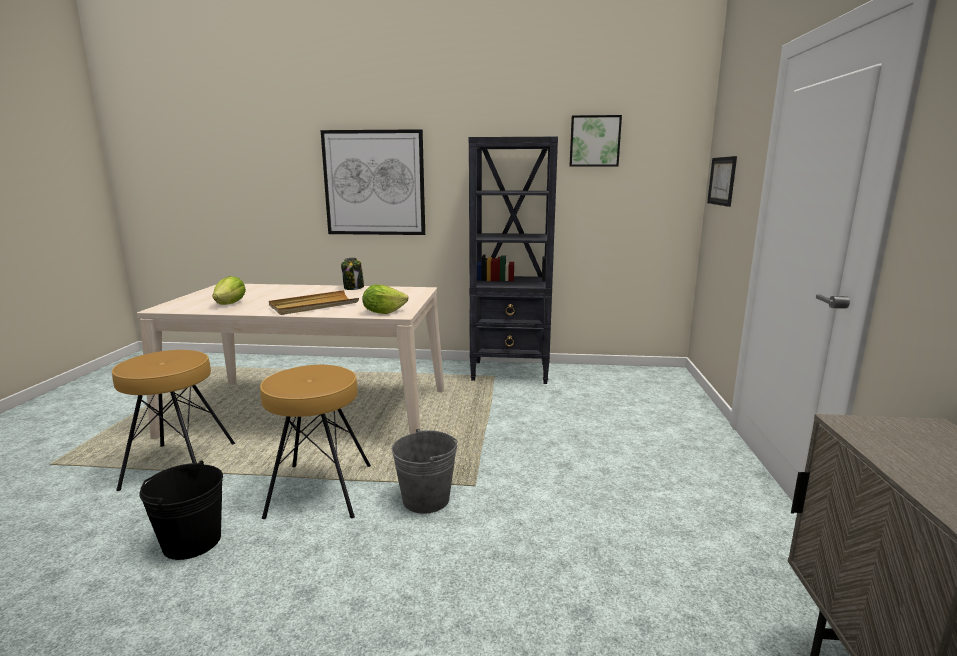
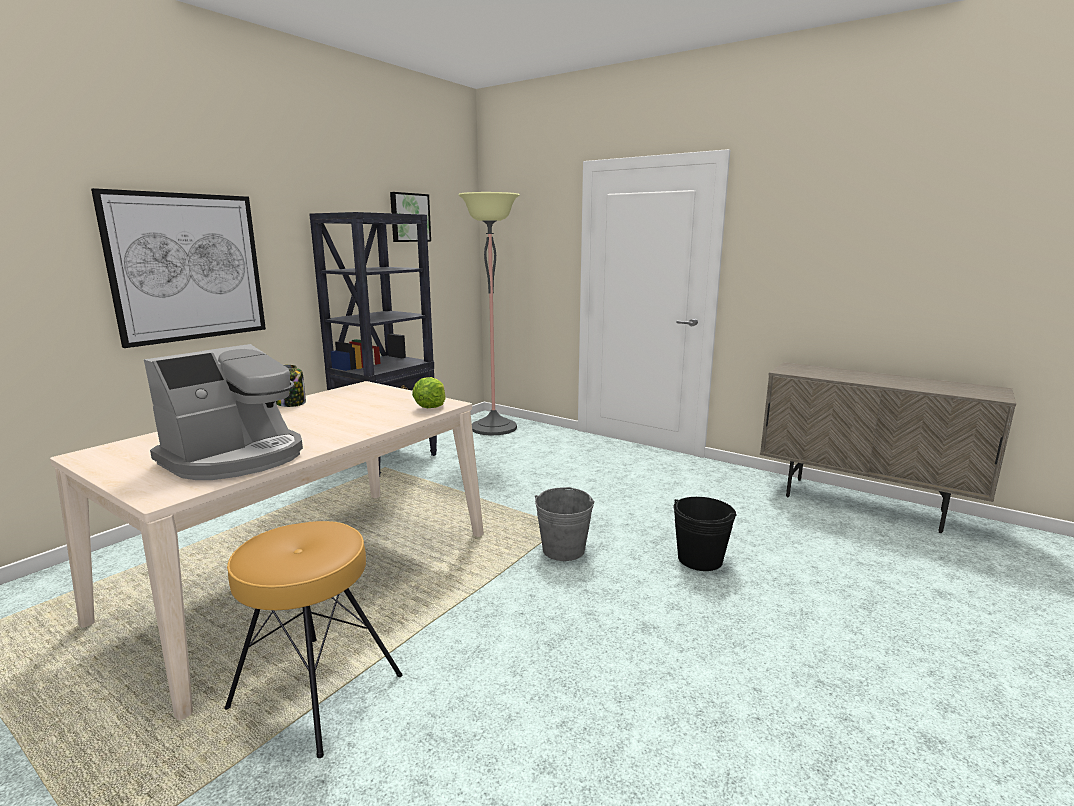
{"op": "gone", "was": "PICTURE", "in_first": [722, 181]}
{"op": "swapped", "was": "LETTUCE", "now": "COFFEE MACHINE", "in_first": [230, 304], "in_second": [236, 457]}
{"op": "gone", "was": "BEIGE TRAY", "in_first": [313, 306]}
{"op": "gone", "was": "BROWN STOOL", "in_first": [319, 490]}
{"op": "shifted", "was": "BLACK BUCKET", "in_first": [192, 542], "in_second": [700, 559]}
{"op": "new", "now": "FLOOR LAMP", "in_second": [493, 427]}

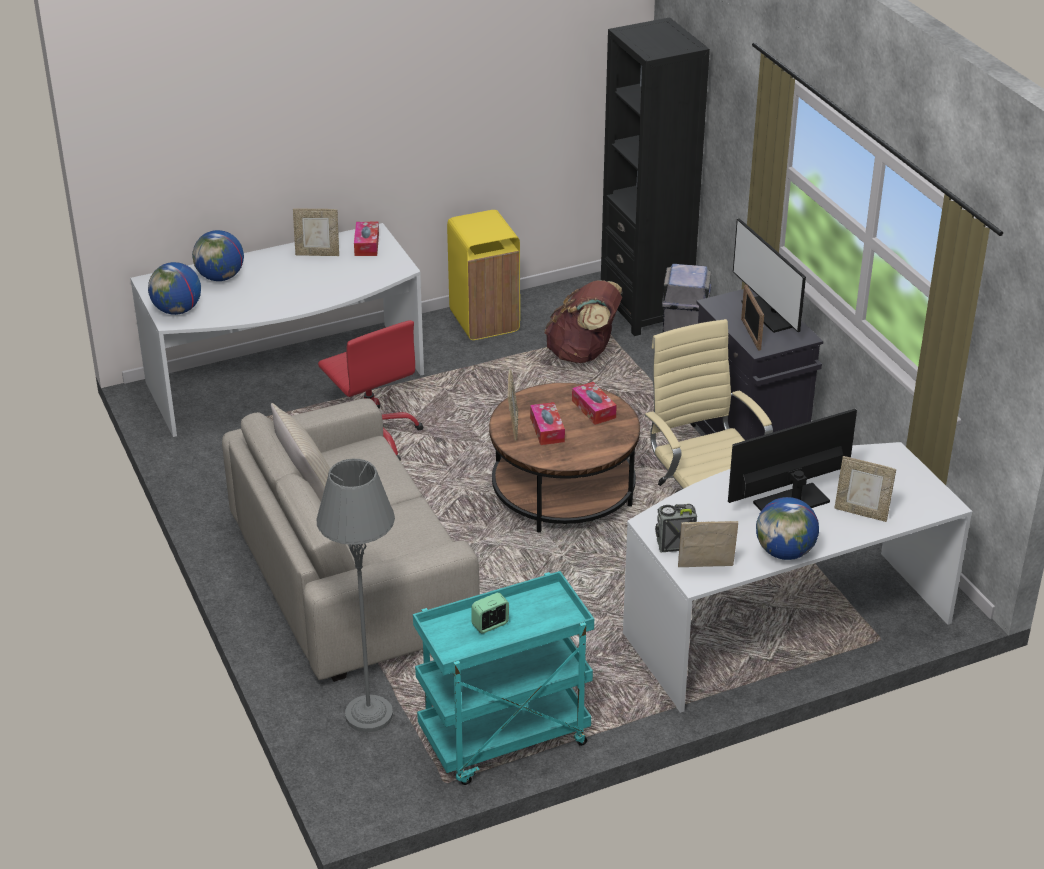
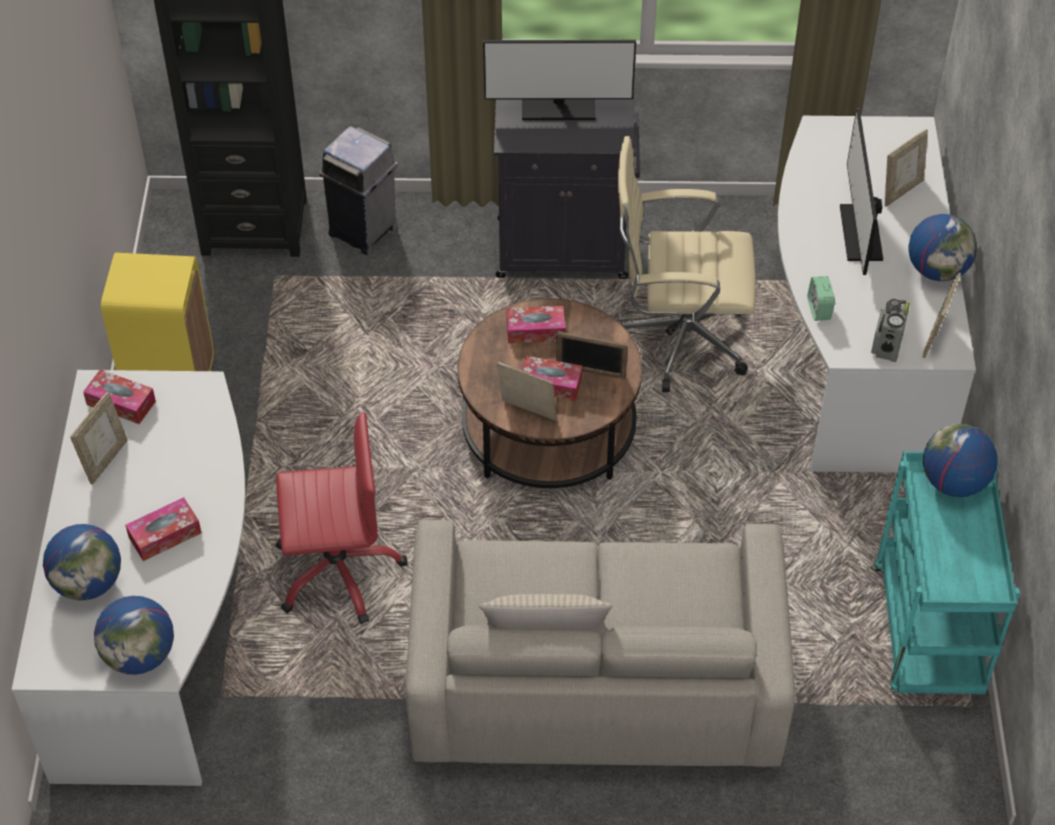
{"op": "gone", "was": "BROWN BACKPACK", "in_first": [583, 353]}
{"op": "shifted", "was": "PICTURE FRAME", "in_first": [750, 334], "in_second": [590, 372]}
{"op": "gone", "was": "GREY FLOOR LAMP", "in_first": [368, 715]}
{"op": "shifted", "was": "ALARM CLOCK", "in_first": [490, 625], "in_second": [819, 309]}
{"op": "new", "now": "GLOBE", "in_second": [953, 482]}
{"op": "new", "now": "TISSUE BOX", "in_second": [165, 535]}

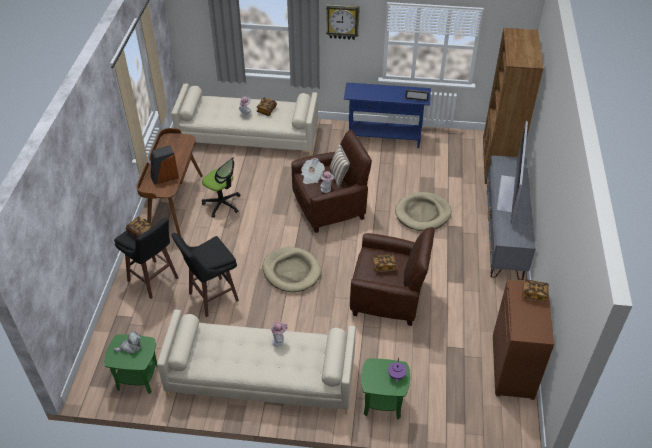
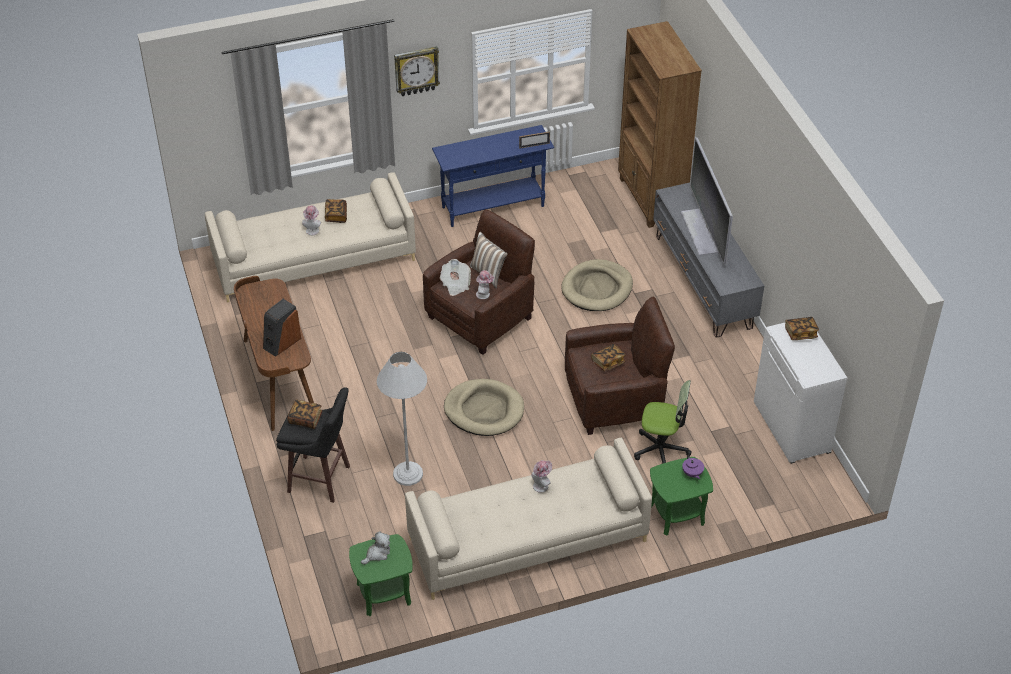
{"op": "shifted", "was": "OFFICE CHAIR", "in_first": [222, 204], "in_second": [661, 449]}
{"op": "swapped", "was": "BLACK STOOL", "now": "WHITE FLOOR LAMP", "in_first": [212, 297], "in_second": [408, 474]}
{"op": "repainted", "was": "BROWN CABINET", "now": "WHITE CABINET", "in_first": [513, 367], "in_second": [792, 427]}

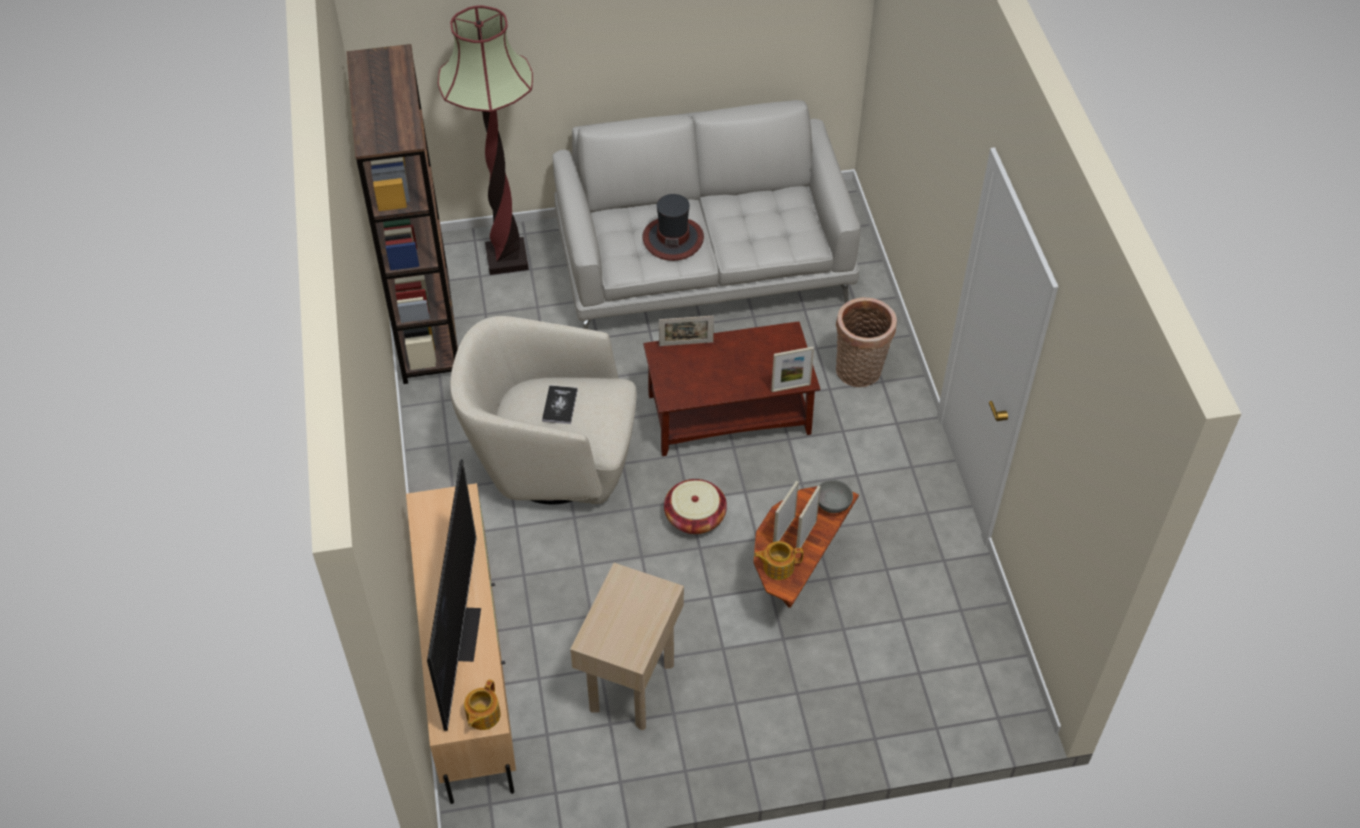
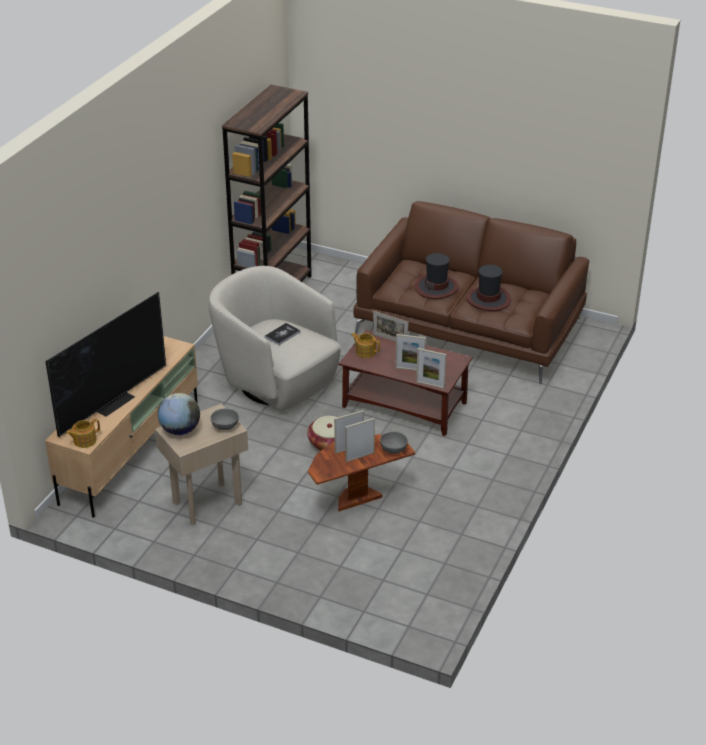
{"op": "gone", "was": "FLOOR LAMP", "in_first": [507, 258]}
{"op": "repainted", "was": "GREY SOFA", "now": "BROWN SOFA", "in_first": [703, 263], "in_second": [470, 328]}
{"op": "gone", "was": "BASKET", "in_first": [859, 373]}
{"op": "shifted", "was": "TEAPOT", "in_first": [777, 566], "in_second": [365, 352]}
{"op": "new", "now": "HAT", "in_second": [488, 299]}
{"op": "new", "now": "PICTURE FRAME", "in_second": [409, 369]}
{"op": "new", "now": "GLOBE", "in_second": [180, 430]}
{"op": "new", "now": "GREY BOWL", "in_second": [224, 427]}

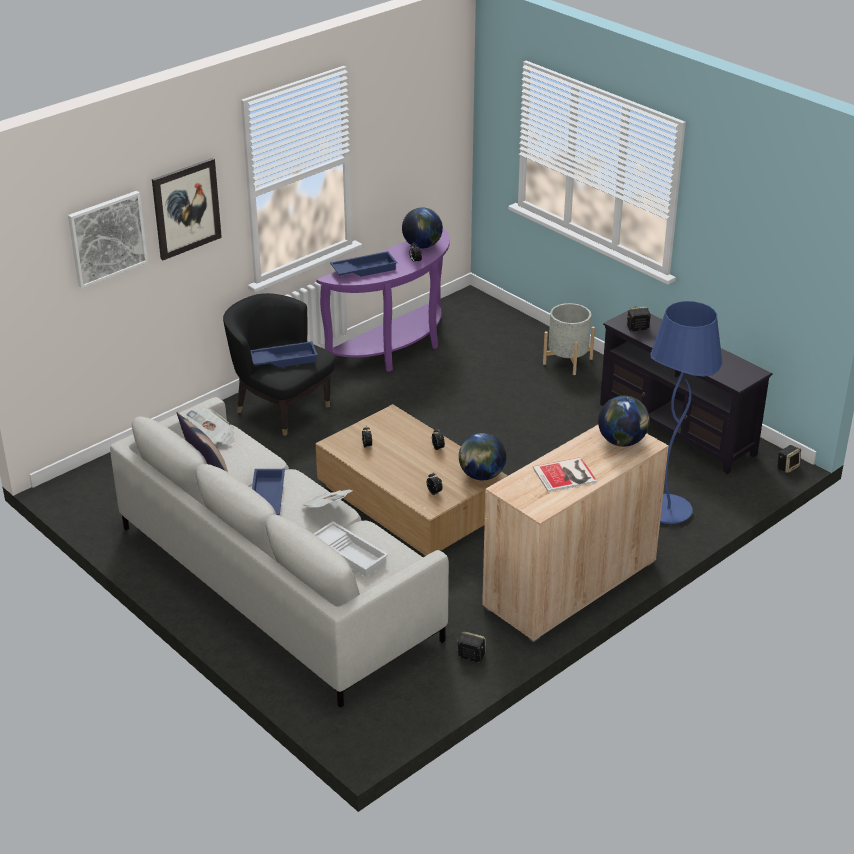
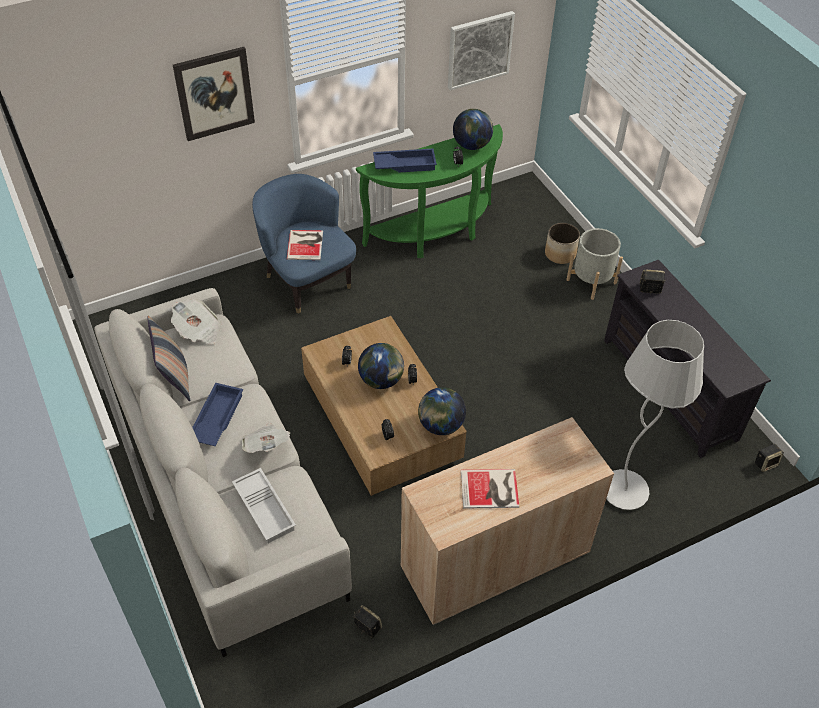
{"op": "shifted", "was": "PICTURE", "in_first": [107, 238], "in_second": [479, 49]}
{"op": "repainted", "was": "PURPLE CONSOLE TABLE", "now": "GREEN CONSOLE TABLE", "in_first": [396, 350], "in_second": [435, 234]}
{"op": "repainted", "was": "BLACK ARMCHAIR", "now": "BLUE ARMCHAIR", "in_first": [281, 408], "in_second": [307, 280]}
{"op": "repainted", "was": "BLUE FLOOR LAMP", "now": "WHITE FLOOR LAMP", "in_first": [668, 511], "in_second": [625, 491]}
{"op": "swapped", "was": "BLUE TRAY", "now": "BOOK", "in_first": [284, 359], "in_second": [306, 244]}
{"op": "shifted", "was": "GLOBE", "in_first": [622, 441], "in_second": [381, 380]}
{"op": "new", "now": "PLANTER", "in_second": [560, 254]}

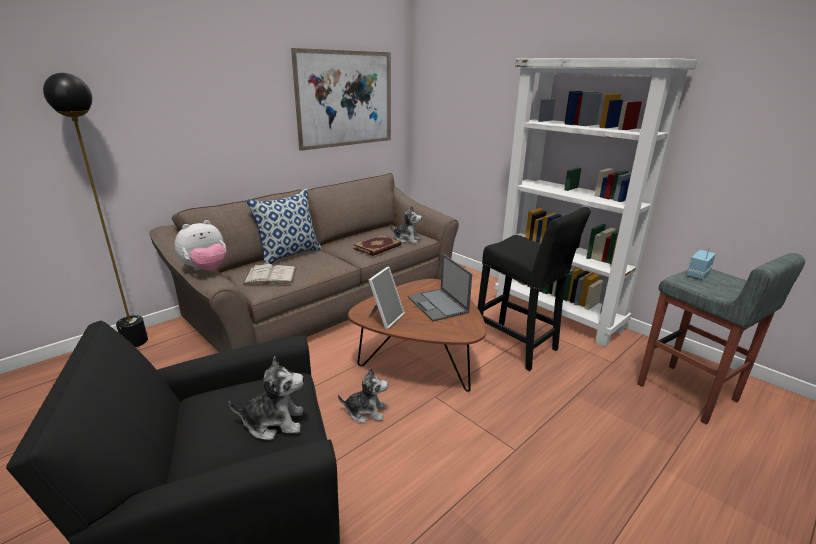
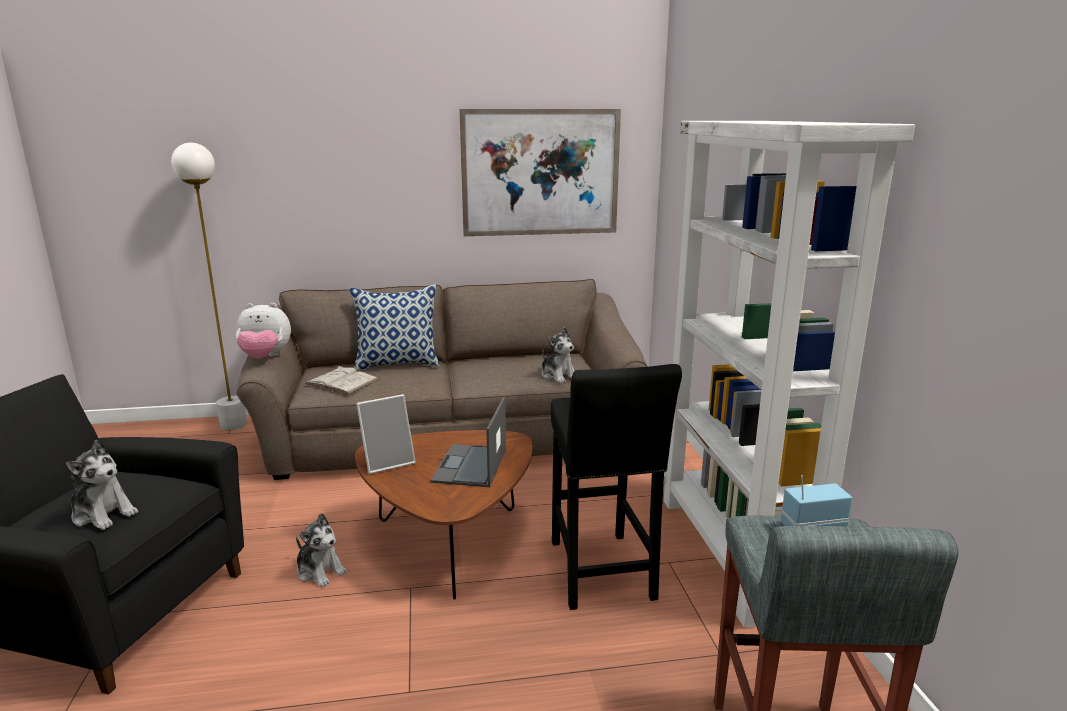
{"op": "repainted", "was": "BLACK FLOOR LAMP", "now": "WHITE FLOOR LAMP", "in_first": [135, 341], "in_second": [233, 424]}
{"op": "gone", "was": "BOOK", "in_first": [377, 247]}

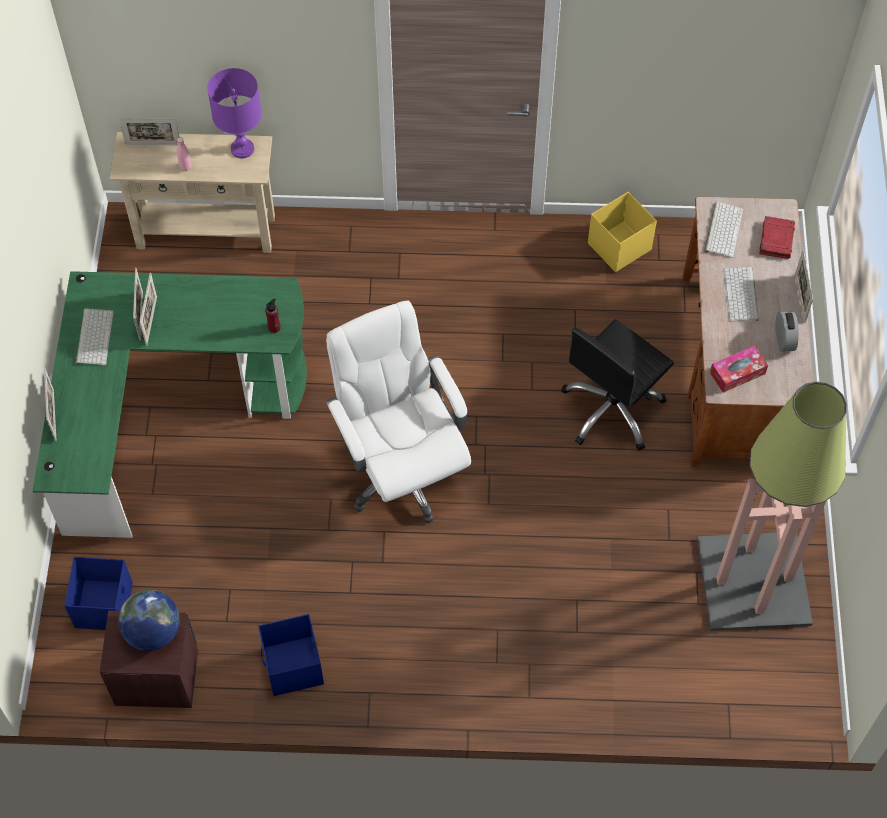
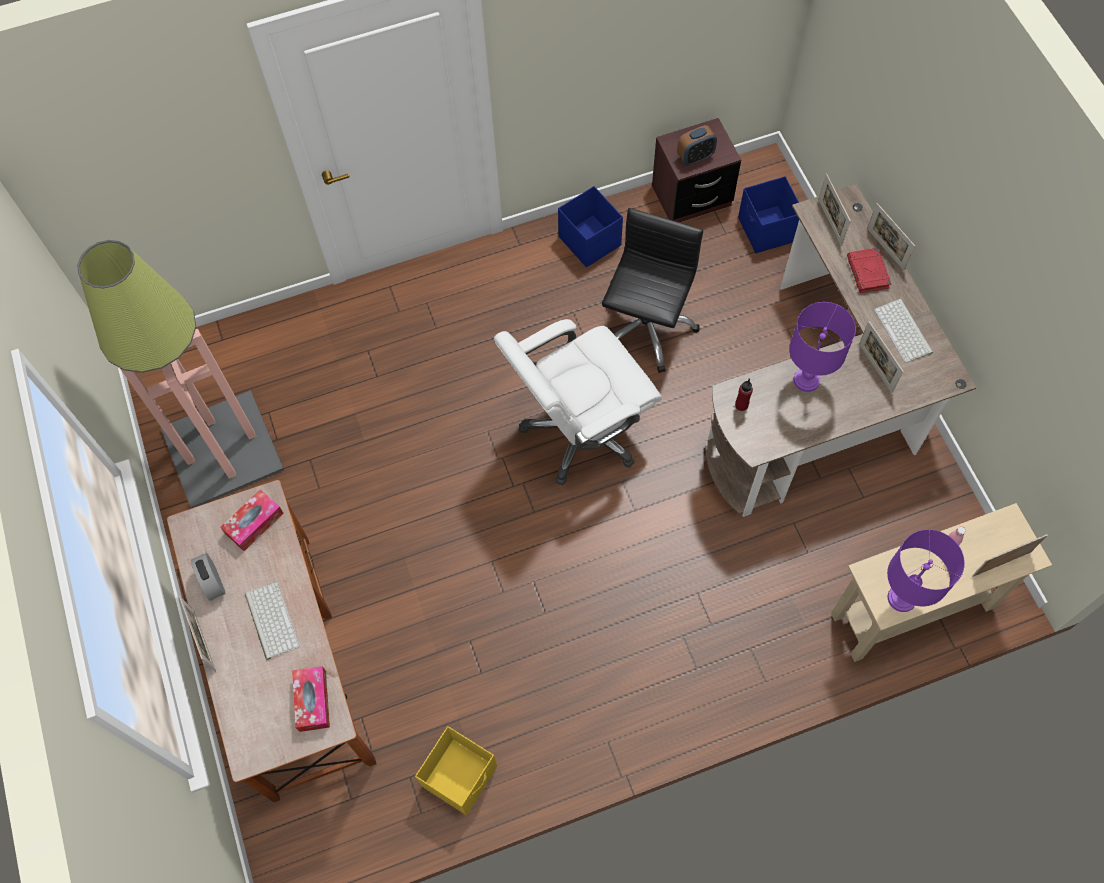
{"op": "swapped", "was": "KEYBOARD", "now": "TISSUE BOX", "in_first": [722, 229], "in_second": [312, 701]}
{"op": "shifted", "was": "RED BOOK", "in_first": [776, 239], "in_second": [868, 273]}
{"op": "repainted", "was": "GREEN DESK", "now": "BROWN DESK", "in_first": [165, 414], "in_second": [823, 402]}
{"op": "shifted", "was": "PICTURE FRAME", "in_first": [151, 321], "in_second": [830, 222]}
{"op": "rotated", "was": "WHITE OFFICE CHAIR", "in_first": [401, 470], "in_second": [580, 432], "clockwise": 105}
{"op": "shifted", "was": "BLACK OFFICE CHAIR", "in_first": [612, 409], "in_second": [645, 328]}
{"op": "swapped", "was": "GLOBE", "now": "ALARM CLOCK", "in_first": [153, 632], "in_second": [695, 157]}
{"op": "new", "now": "PURPLE TABLE LAMP", "in_second": [807, 380]}

